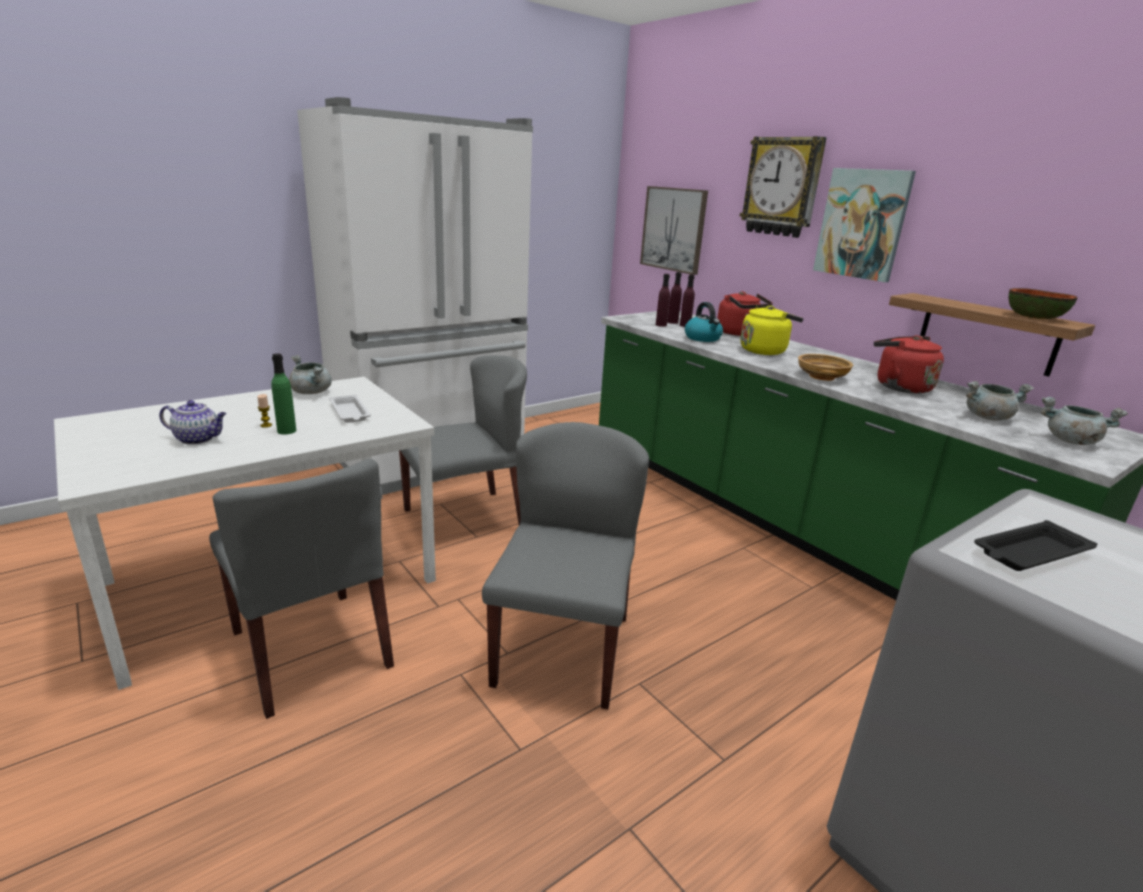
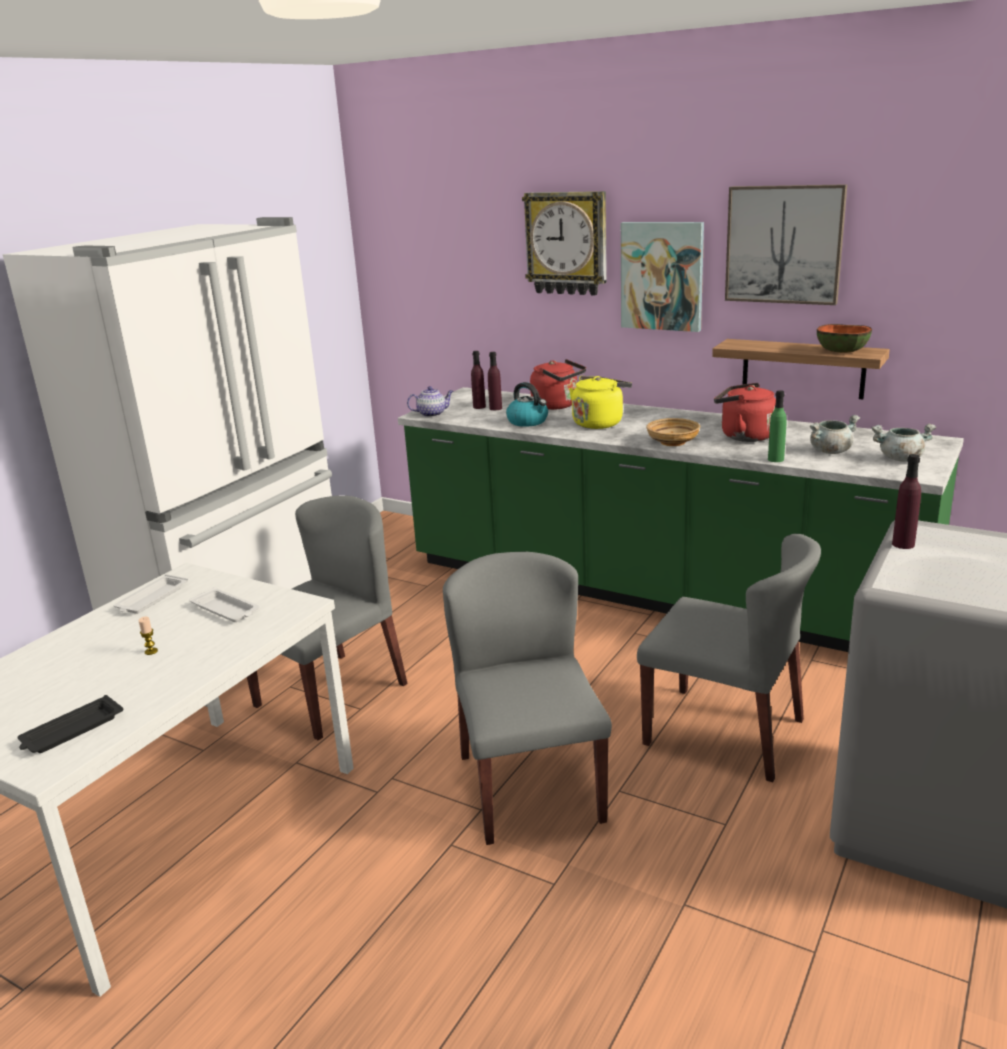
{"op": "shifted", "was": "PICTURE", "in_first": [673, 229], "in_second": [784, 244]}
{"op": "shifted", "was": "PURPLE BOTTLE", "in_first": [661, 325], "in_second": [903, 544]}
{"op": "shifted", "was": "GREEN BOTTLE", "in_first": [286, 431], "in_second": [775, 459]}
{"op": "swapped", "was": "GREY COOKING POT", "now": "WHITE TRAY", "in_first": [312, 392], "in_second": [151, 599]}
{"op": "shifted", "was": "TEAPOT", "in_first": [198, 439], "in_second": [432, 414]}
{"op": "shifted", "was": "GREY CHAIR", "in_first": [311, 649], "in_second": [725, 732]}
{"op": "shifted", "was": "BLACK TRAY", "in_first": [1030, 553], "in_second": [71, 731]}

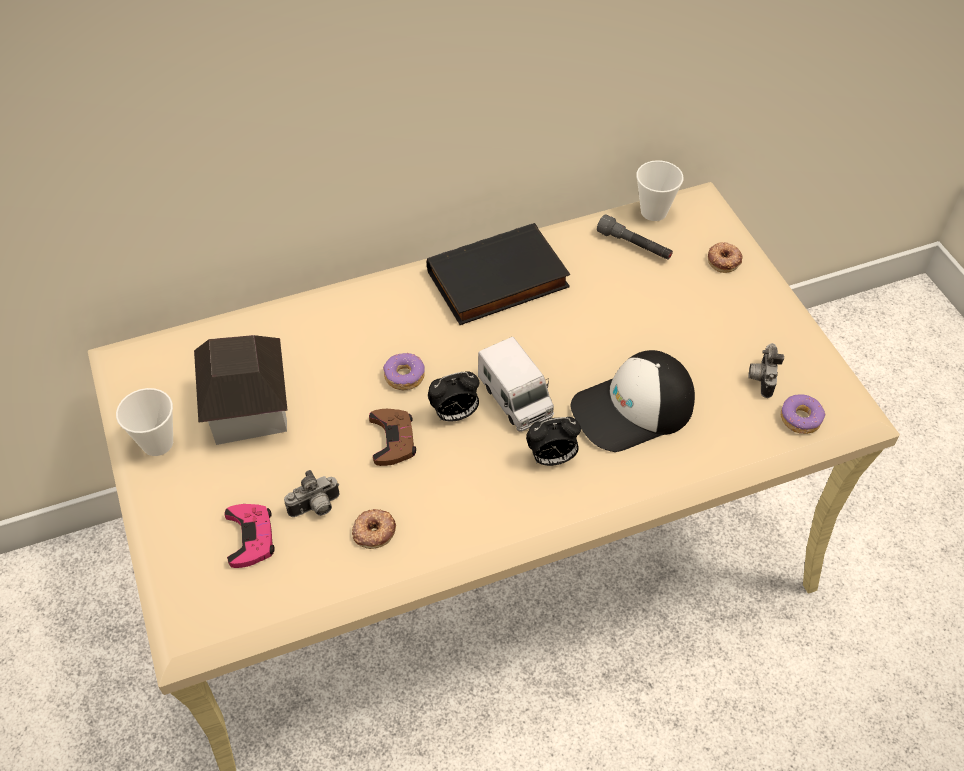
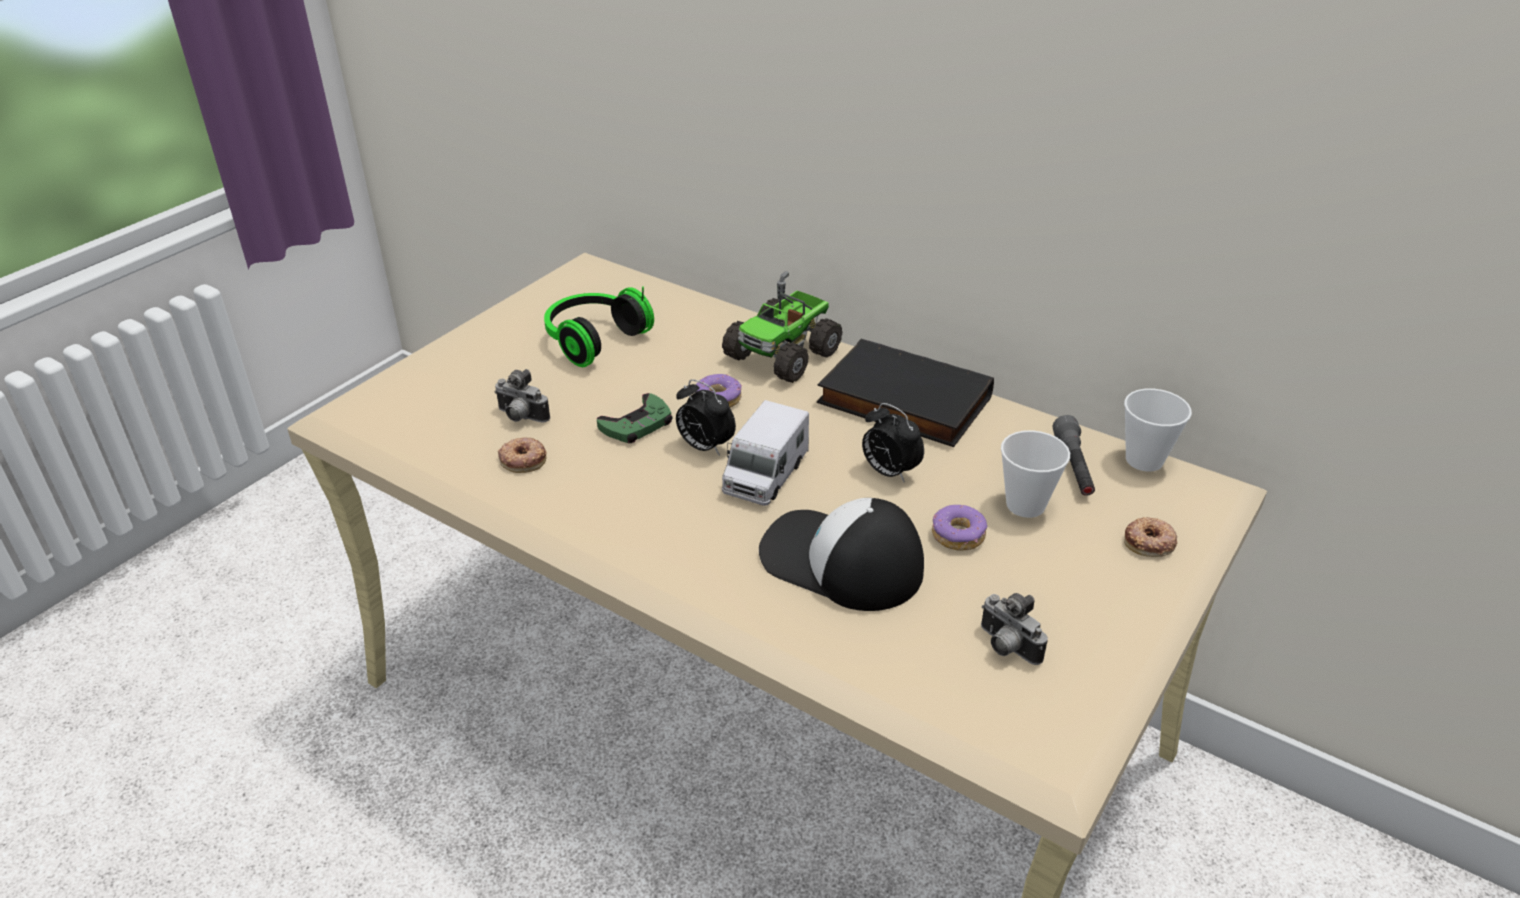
{"op": "swapped", "was": "TOY HOUSE", "now": "HEADPHONES", "in_first": [248, 411], "in_second": [592, 340]}
{"op": "rotated", "was": "PHOTO CAMERA", "in_first": [761, 378], "in_second": [1006, 647], "clockwise": -105}
{"op": "shifted", "was": "CUP", "in_first": [157, 443], "in_second": [1025, 505]}
{"op": "shifted", "was": "DONUT", "in_first": [801, 419], "in_second": [958, 536]}
{"op": "repainted", "was": "BROWN GAME CONTROLLER", "now": "GREEN GAME CONTROLLER", "in_first": [393, 439], "in_second": [637, 425]}
{"op": "shifted", "was": "ALARM CLOCK", "in_first": [551, 458], "in_second": [888, 472]}
{"op": "gone", "was": "PINK GAME CONTROLLER", "in_first": [250, 537]}
{"op": "new", "now": "TOY TRUCK", "in_second": [784, 354]}

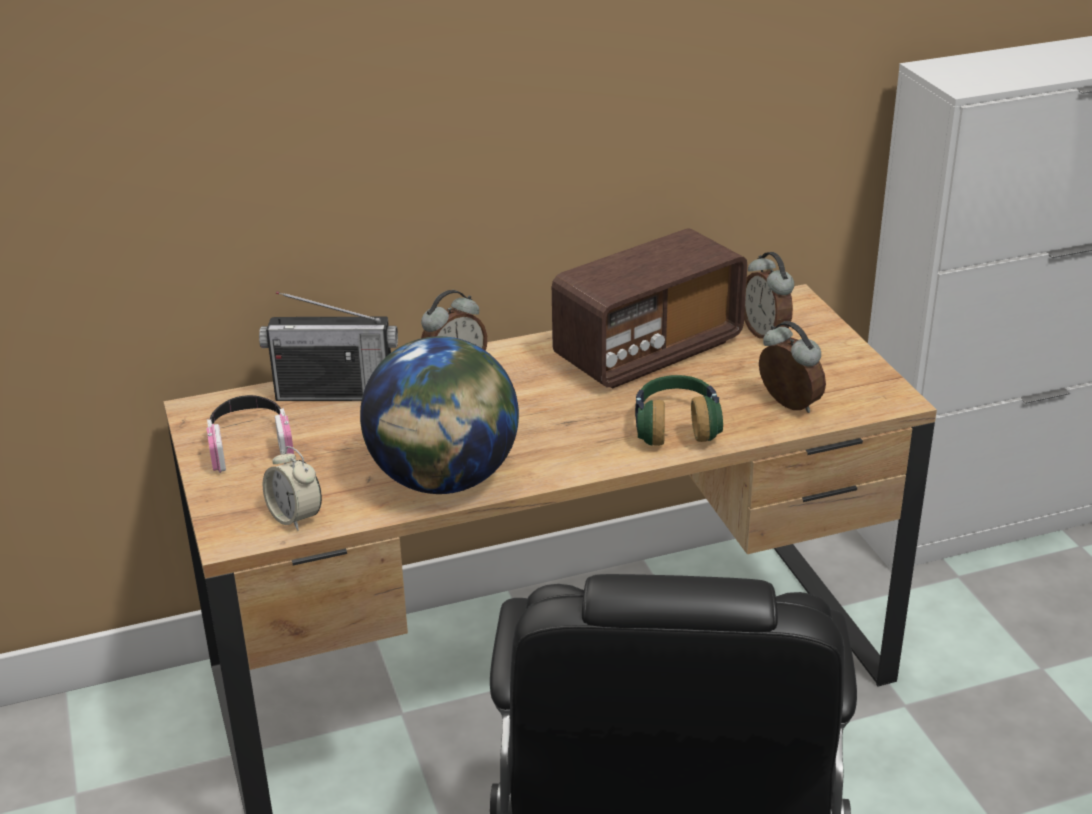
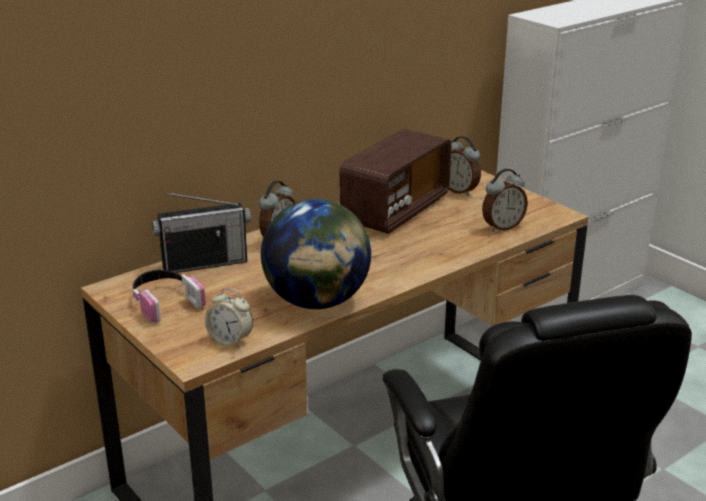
{"op": "rotated", "was": "ALARM CLOCK", "in_first": [787, 405], "in_second": [502, 227], "clockwise": 120}
{"op": "gone", "was": "HEADPHONES", "in_first": [676, 426]}

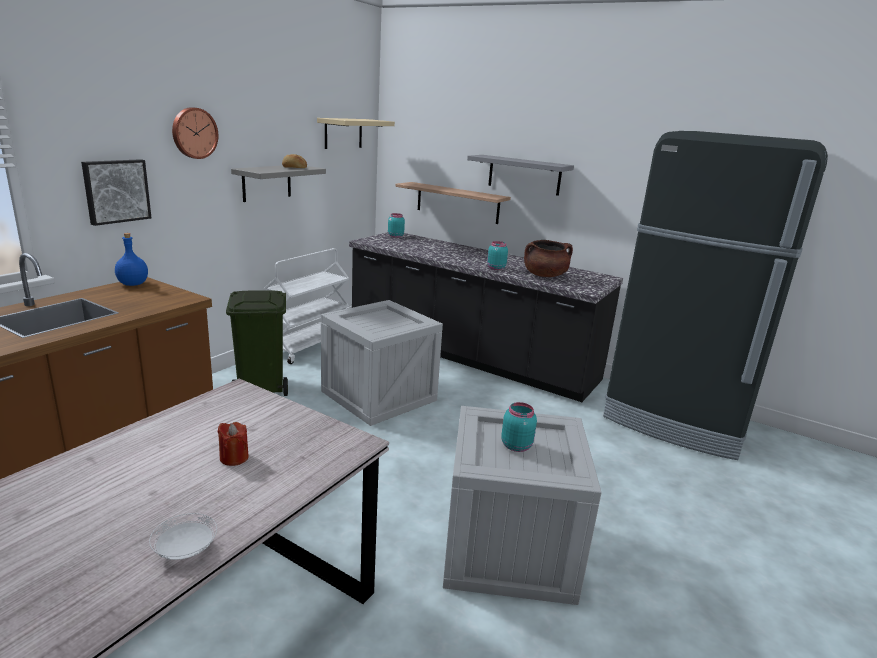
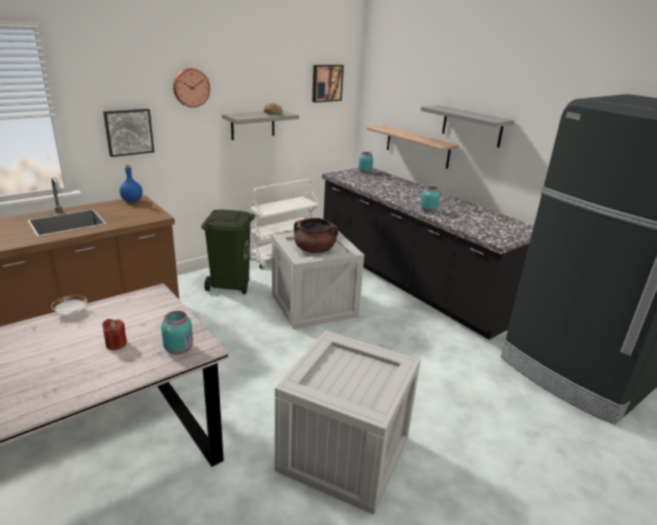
{"op": "swapped", "was": "BEIGE SHELF", "now": "PICTURE", "in_first": [343, 133], "in_second": [326, 83]}
{"op": "shifted", "was": "BROWN COOKING POT", "in_first": [545, 275], "in_second": [314, 250]}
{"op": "shifted", "was": "TURQUOISE JAR", "in_first": [516, 445], "in_second": [179, 348]}
{"op": "shifted", "was": "WHITE PLATE", "in_first": [185, 550], "in_second": [71, 312]}

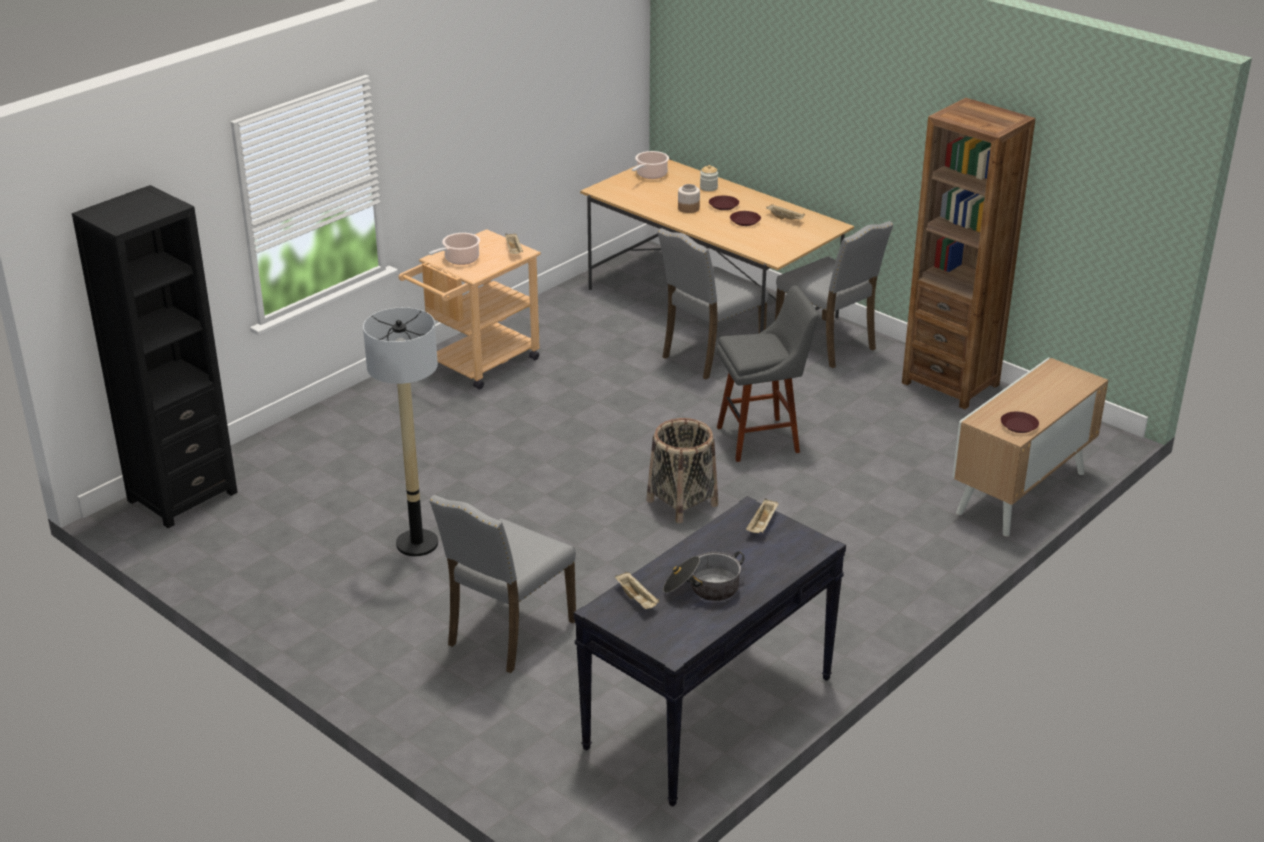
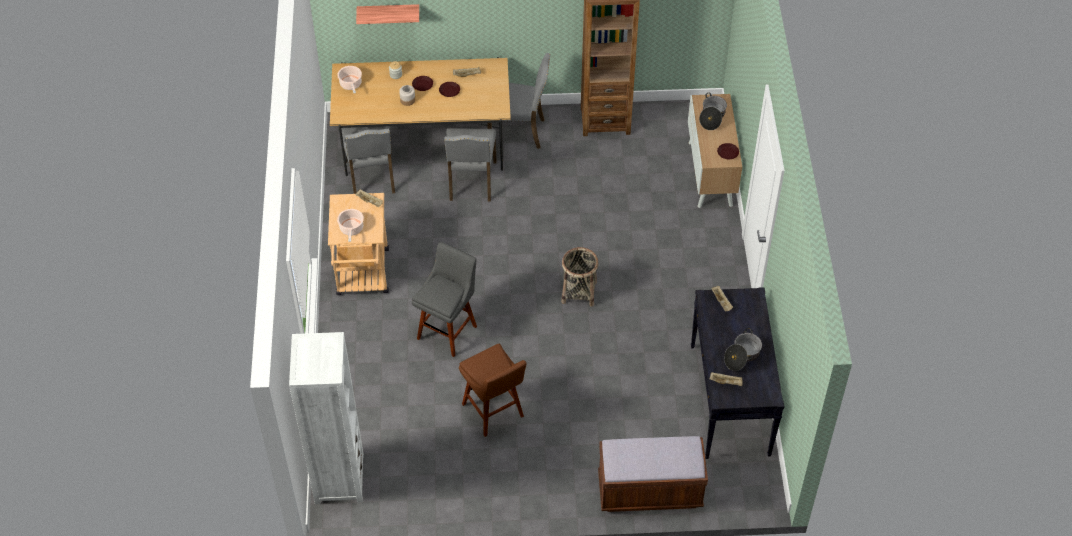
{"op": "repainted", "was": "BLACK BOOKCASE", "now": "WHITE BOOKCASE", "in_first": [182, 496], "in_second": [339, 478]}
{"op": "shifted", "was": "GREY STOOL", "in_first": [762, 439], "in_second": [449, 330]}
{"op": "swapped", "was": "FLOOR LAMP", "now": "BROWN STOOL", "in_first": [417, 544], "in_second": [494, 412]}
{"op": "shifted", "was": "GREY CHAIR", "in_first": [507, 633], "in_second": [371, 177]}
{"op": "new", "now": "SHELF", "in_second": [388, 14]}
{"op": "new", "now": "COOKING POT", "in_second": [712, 117]}
{"op": "new", "now": "BROWN BENCH", "in_second": [649, 491]}

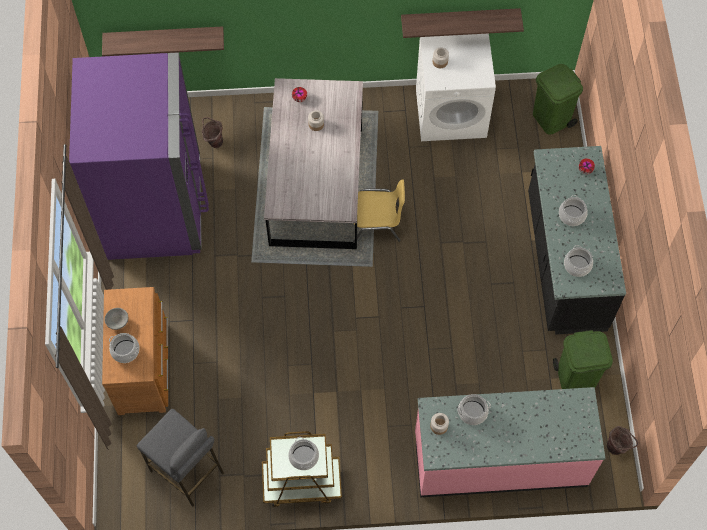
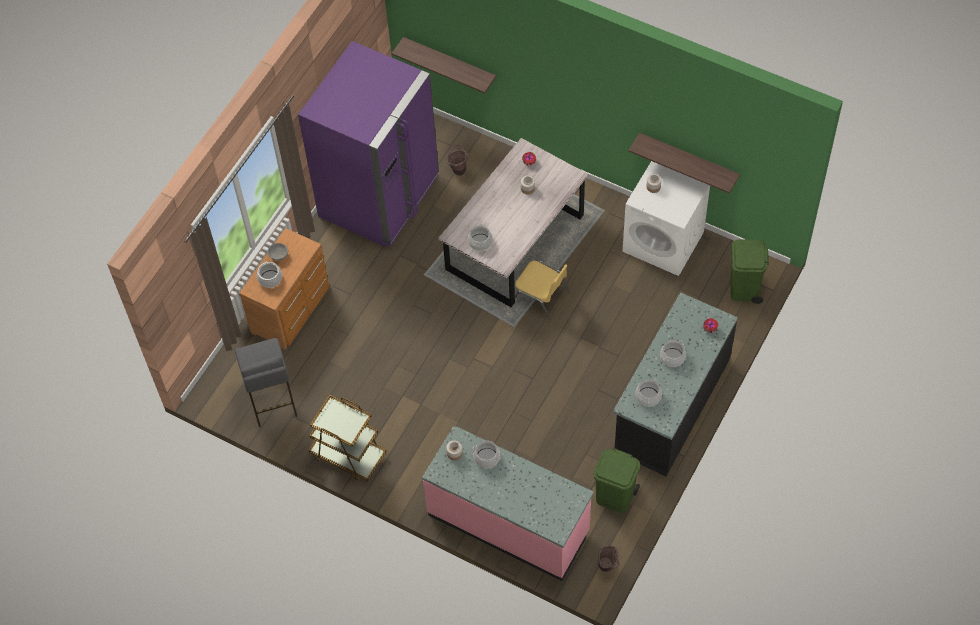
{"op": "shifted", "was": "COOKING POT", "in_first": [304, 457], "in_second": [480, 242]}

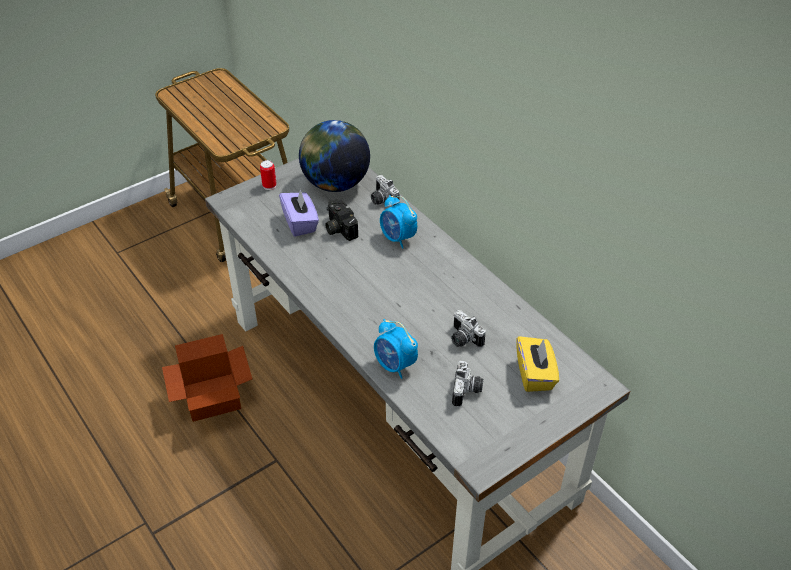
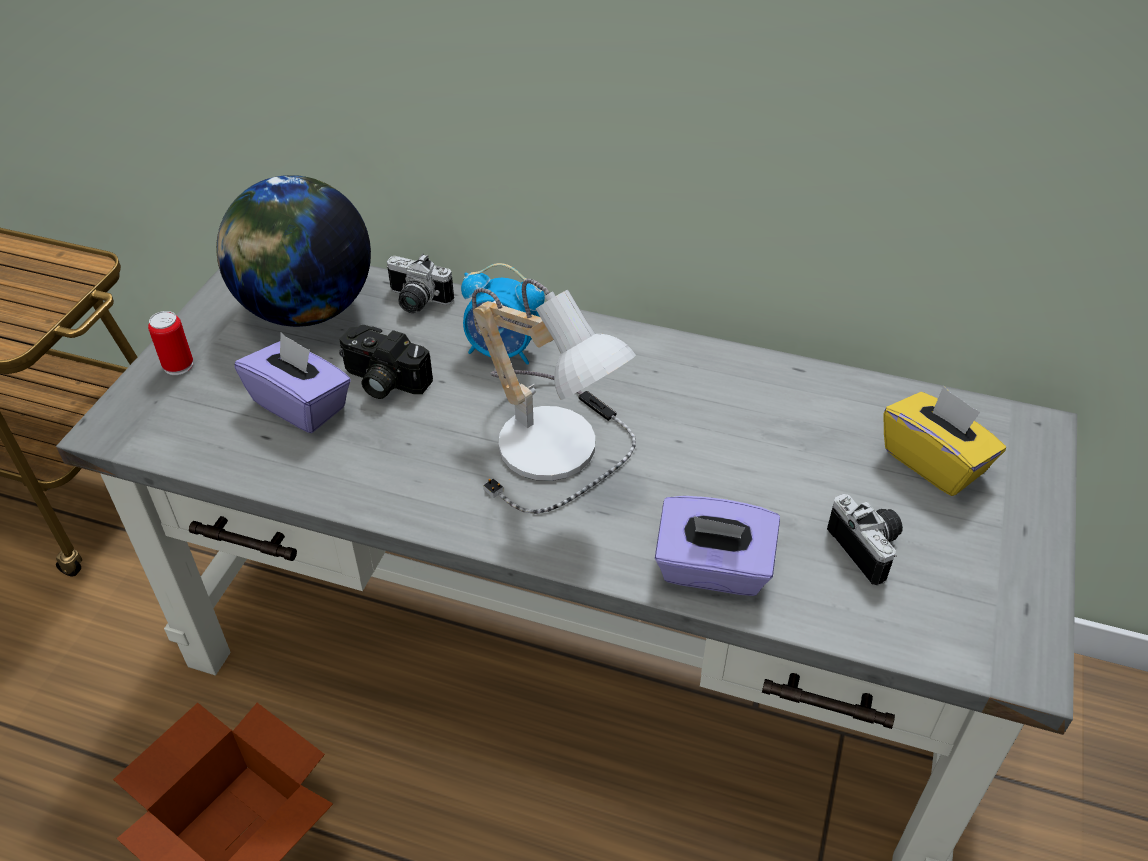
{"op": "gone", "was": "PHOTO CAMERA", "in_first": [463, 339]}
{"op": "swapped", "was": "ALARM CLOCK", "now": "PURPLE TISSUE BOX", "in_first": [395, 365], "in_second": [712, 570]}
{"op": "new", "now": "TABLE LAMP", "in_second": [559, 443]}

